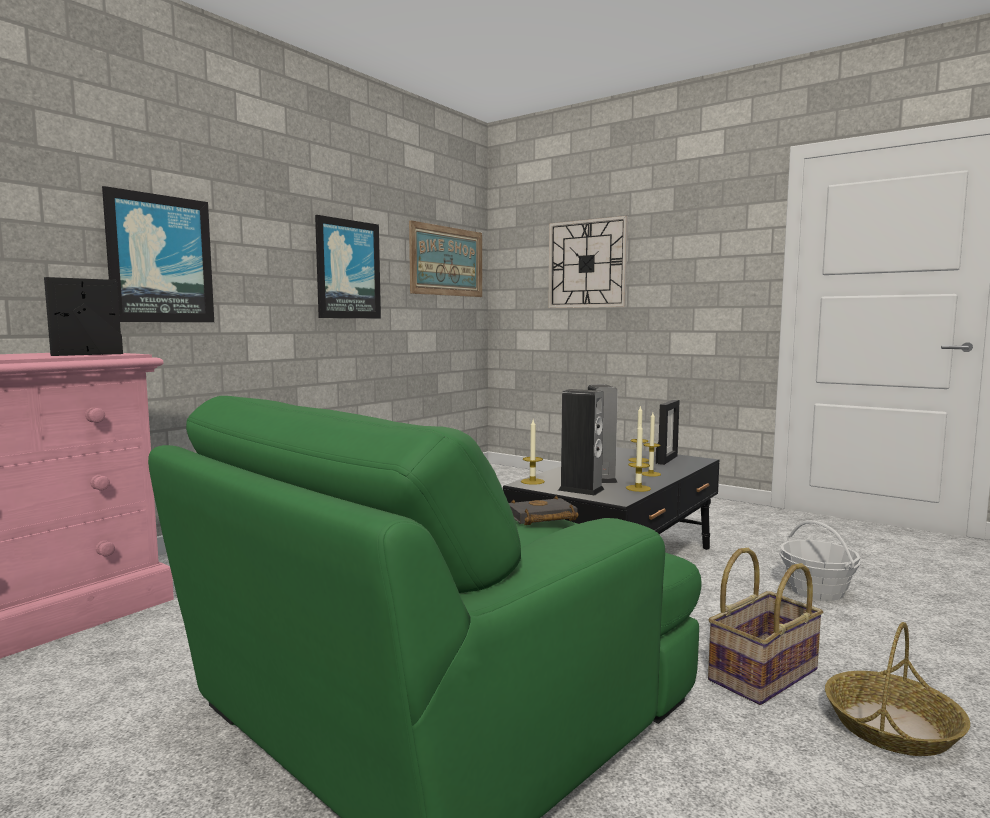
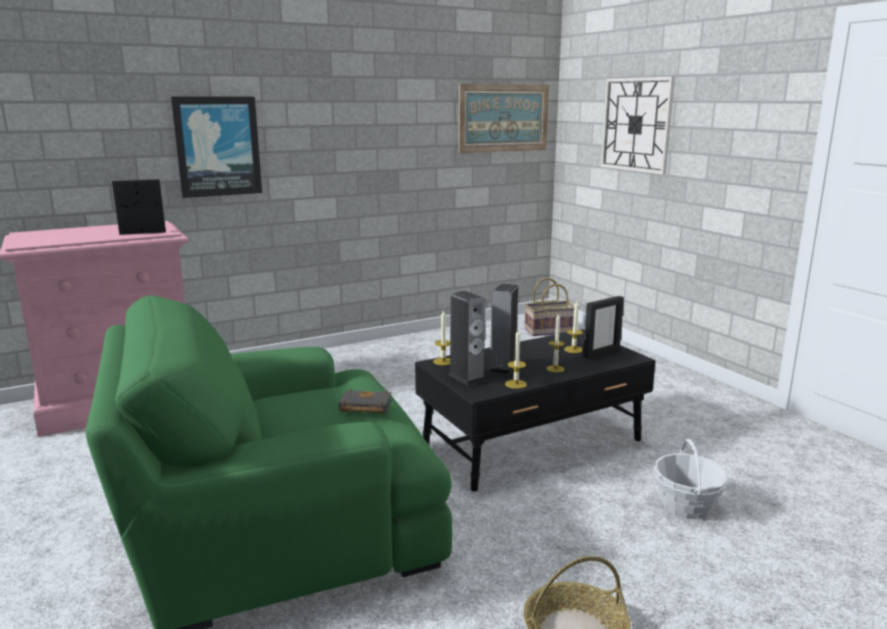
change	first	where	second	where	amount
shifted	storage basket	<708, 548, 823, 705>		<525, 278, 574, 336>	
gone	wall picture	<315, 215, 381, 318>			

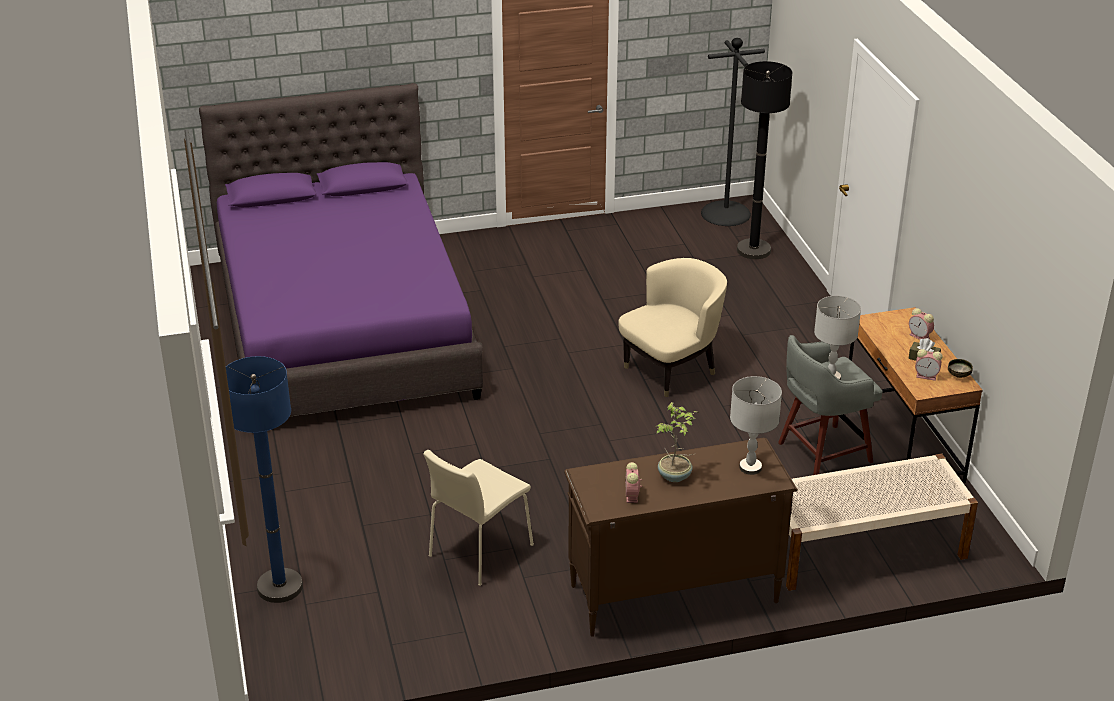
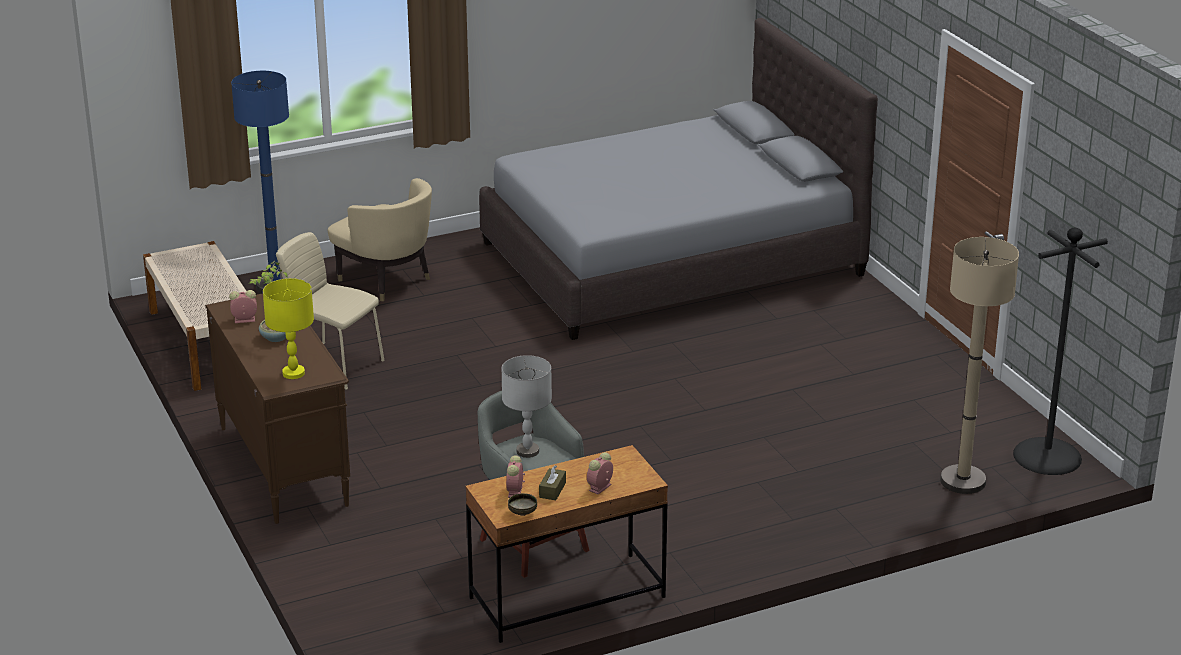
change	first	where	second	where	amount
shifted	sand-coloured long seat	<786, 454, 978, 591>		<143, 241, 247, 391>	
repainted	grey table lamp	<730, 376, 782, 475>	yellow-coloured table lamp	<263, 278, 314, 379>	
shifted	sand-coloured armchair	<618, 258, 727, 397>		<328, 178, 432, 301>	
repainted	purplish bedroom bed	<199, 83, 483, 416>	grey bedroom bed	<479, 18, 878, 340>	
repainted	blackish floor lamp	<737, 61, 792, 259>	sand-coloured floor lamp	<940, 237, 1019, 494>	

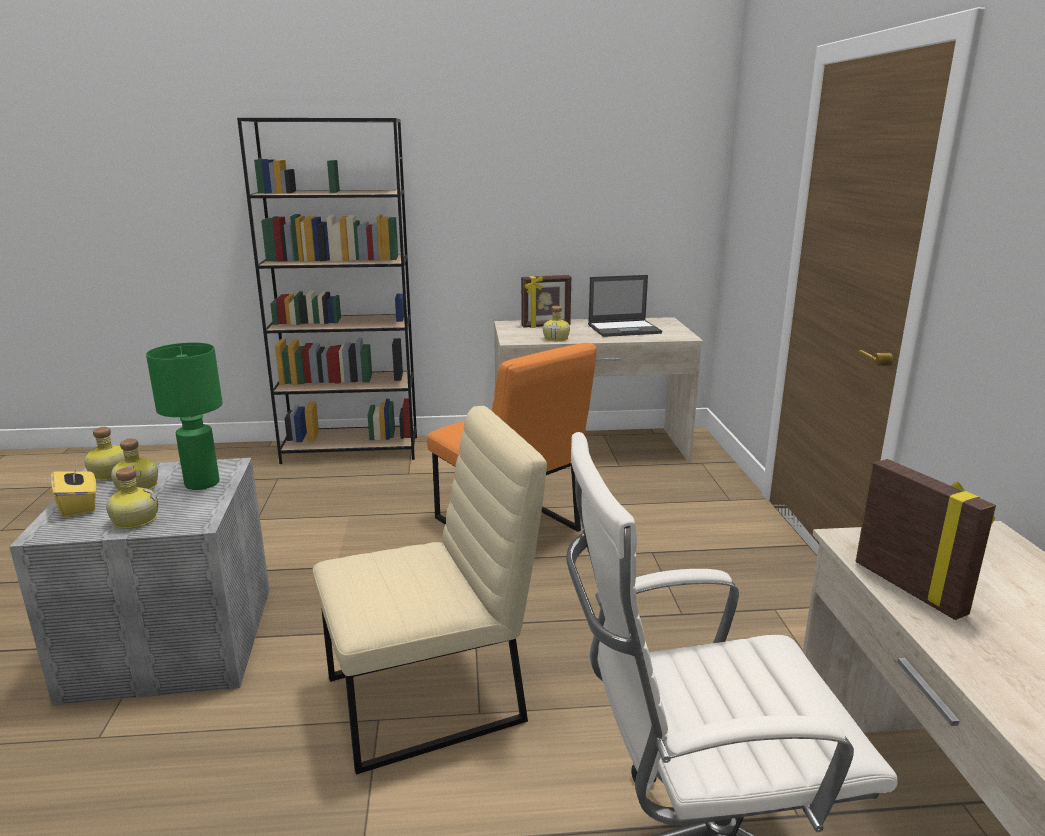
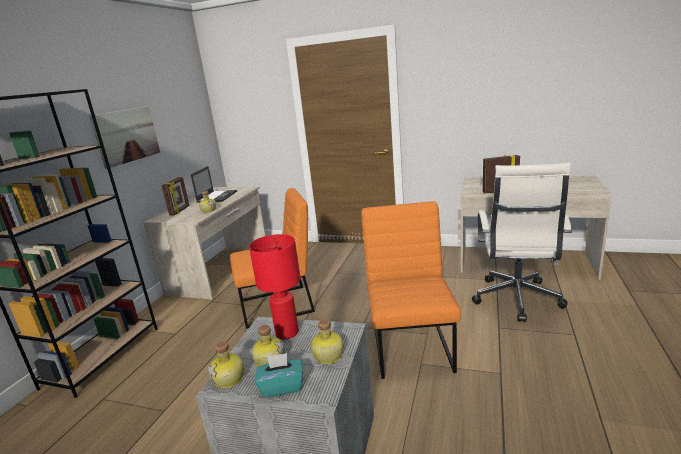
change	first	where	second	where	amount
new			wall picture	<89, 106, 160, 169>	
repainted	greenish table lamp	<146, 342, 223, 490>	red-coloured table lamp	<249, 234, 301, 339>	
repainted	yellow-coloured tissue holder	<51, 462, 97, 517>	turquoise-coloured tissue holder	<254, 353, 303, 398>	
repainted	sand-coloured plain chair	<313, 406, 547, 775>	orange plain chair	<361, 201, 461, 379>	

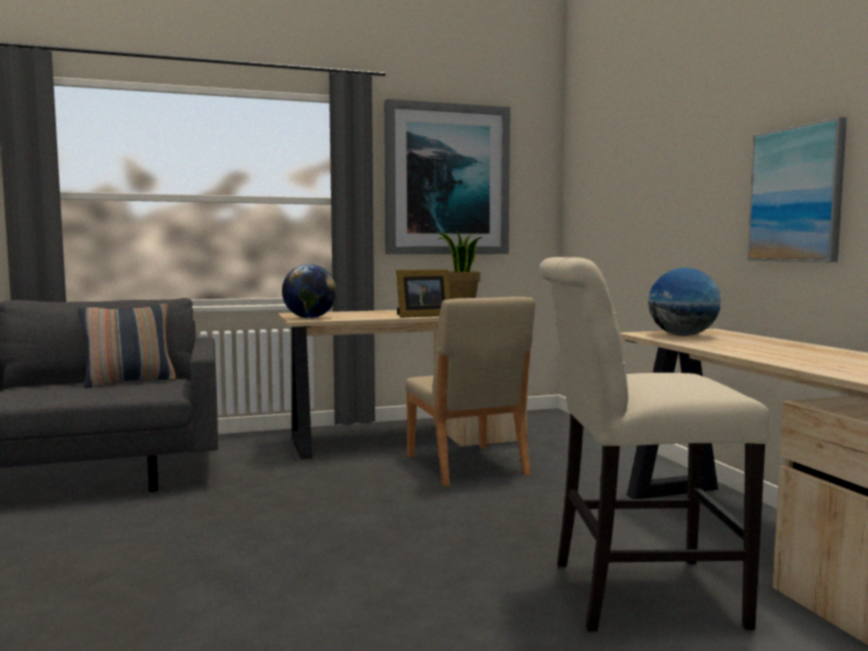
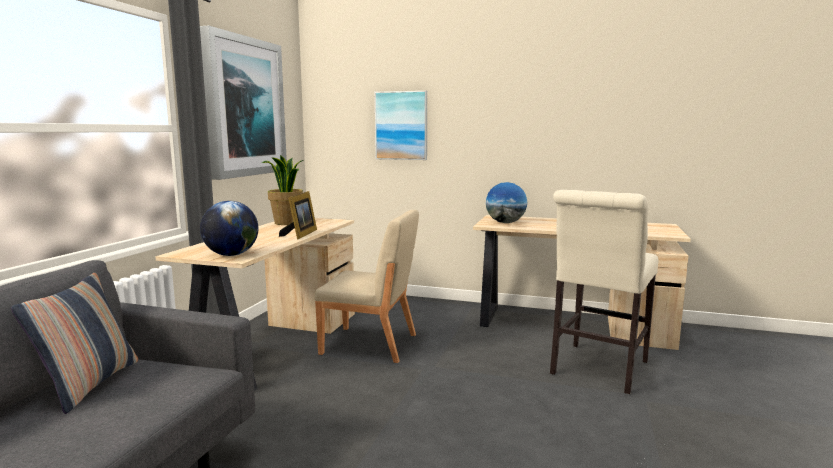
change	first	where	second	where	amount
shifted	wall picture	<747, 117, 847, 262>		<375, 91, 427, 160>	

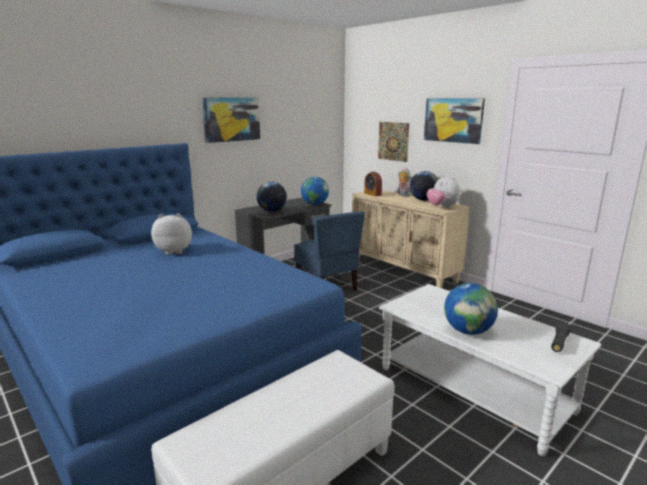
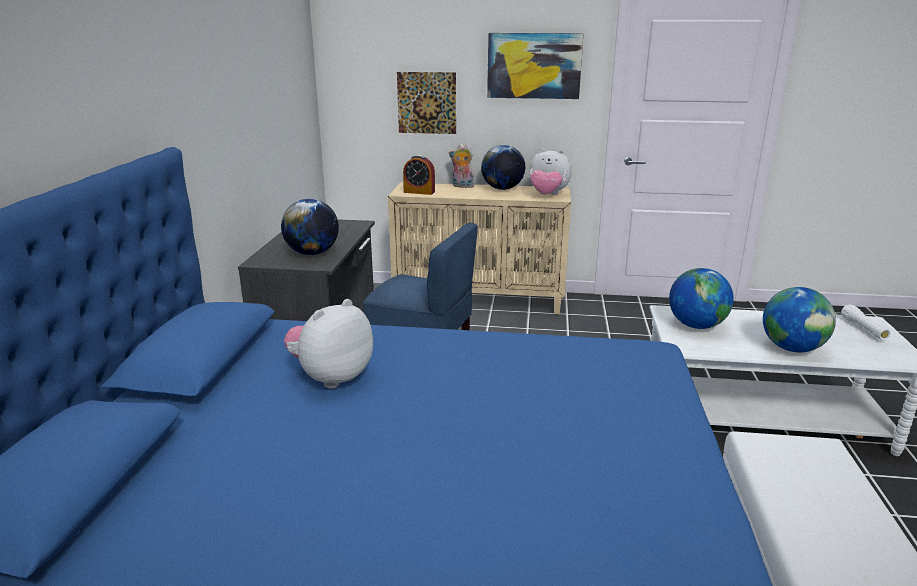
change	first	where	second	where	amount
shifted	world globe	<301, 177, 329, 205>		<669, 268, 734, 329>	
repainted	blackish flashlight	<551, 322, 571, 352>	whitish flashlight	<841, 305, 890, 340>	
gone	wall picture	<202, 98, 260, 143>			

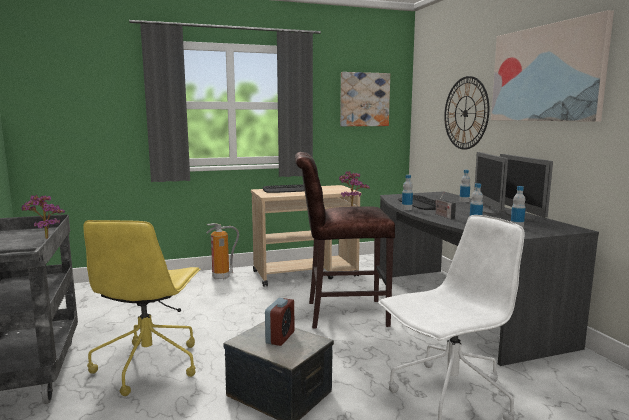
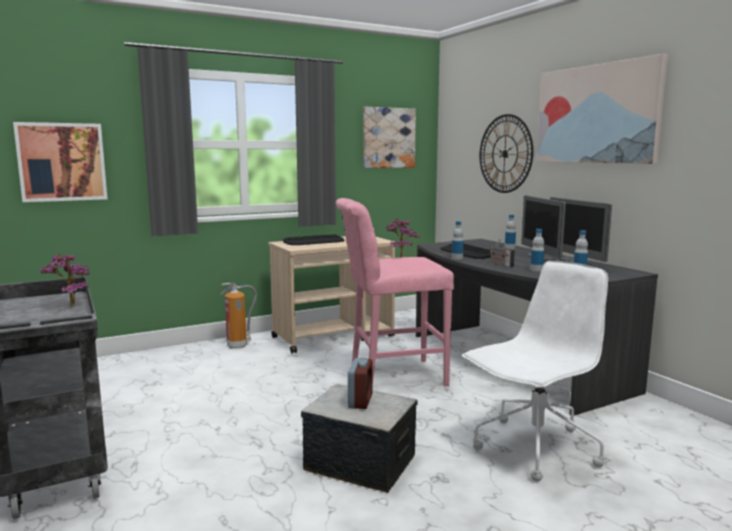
change	first	where	second	where	amount
new			wall picture	<13, 122, 107, 202>	
repainted	brown stool	<295, 152, 395, 329>	pinkish stool	<336, 198, 454, 386>	
gone	yellow-coloured computer chair	<83, 220, 201, 396>			

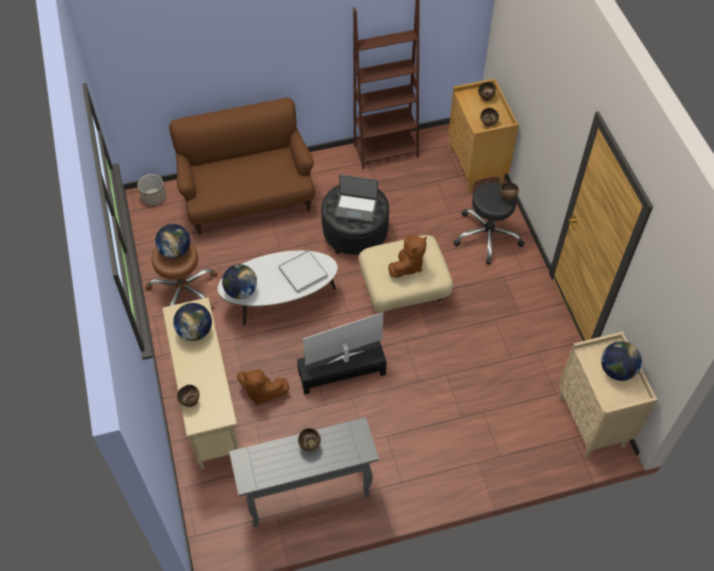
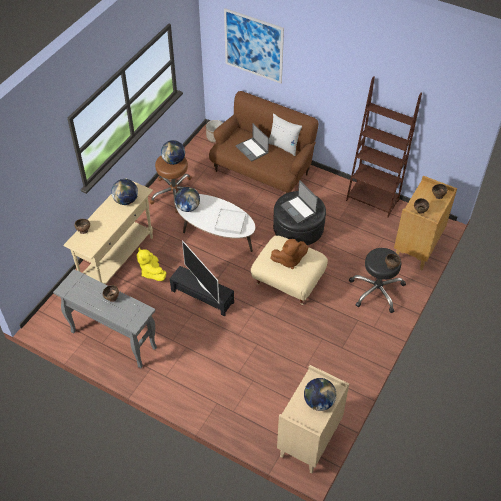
change	first	where	second	where	amount
repainted	brown plush toy	<237, 369, 290, 405>	yellow-coloured plush toy	<137, 248, 166, 281>	
rotated	TV set	<303, 312, 383, 365>		<182, 240, 219, 303>	150 degrees counterclockwise
new			wall picture	<224, 8, 284, 84>	
new			laptop	<236, 123, 269, 162>	
new			grey pillow	<269, 113, 302, 156>	

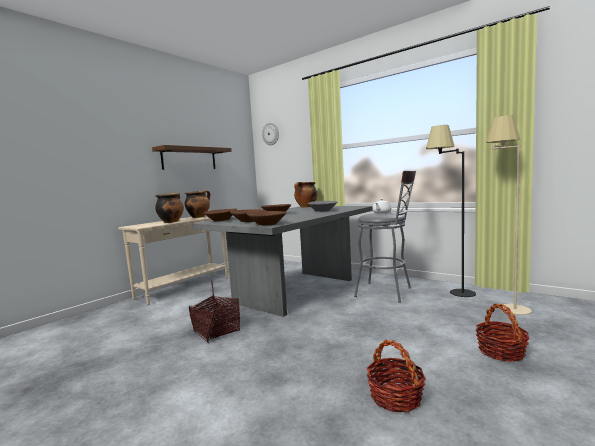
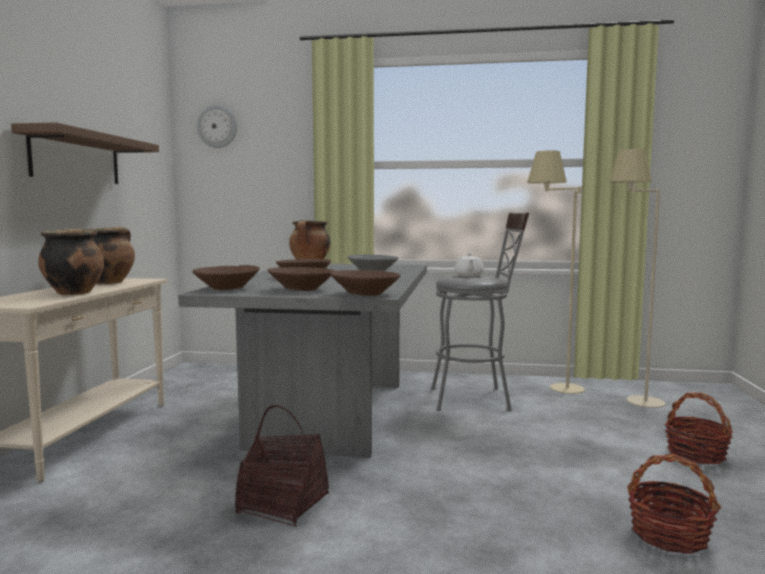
change	first	where	second	where	amount
repainted	blackish floor lamp	<426, 125, 476, 297>	sand-coloured floor lamp	<527, 150, 585, 394>	

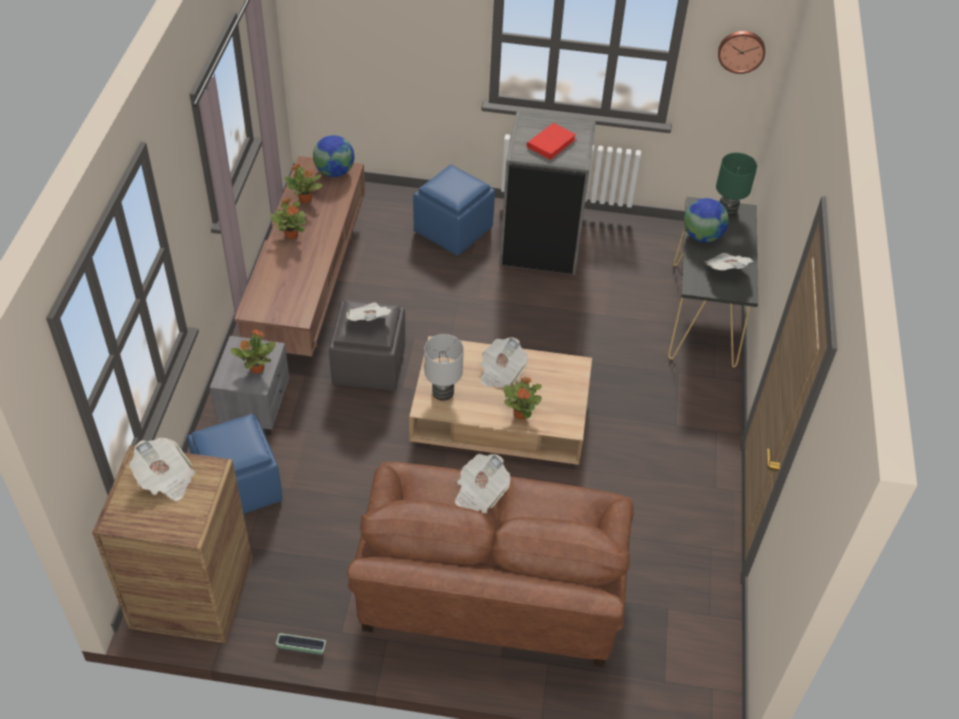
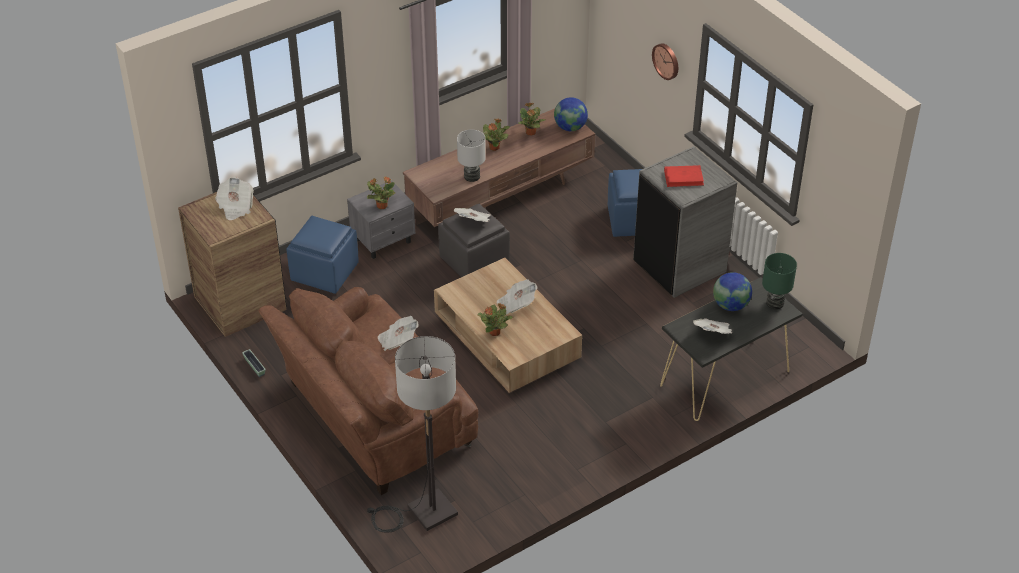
change	first	where	second	where	amount
new			floor lamp	<367, 336, 458, 532>	
shifted	grey table lamp	<424, 334, 464, 401>		<457, 129, 486, 182>	
shifted	clock on the wall	<718, 31, 765, 74>		<652, 43, 678, 80>	

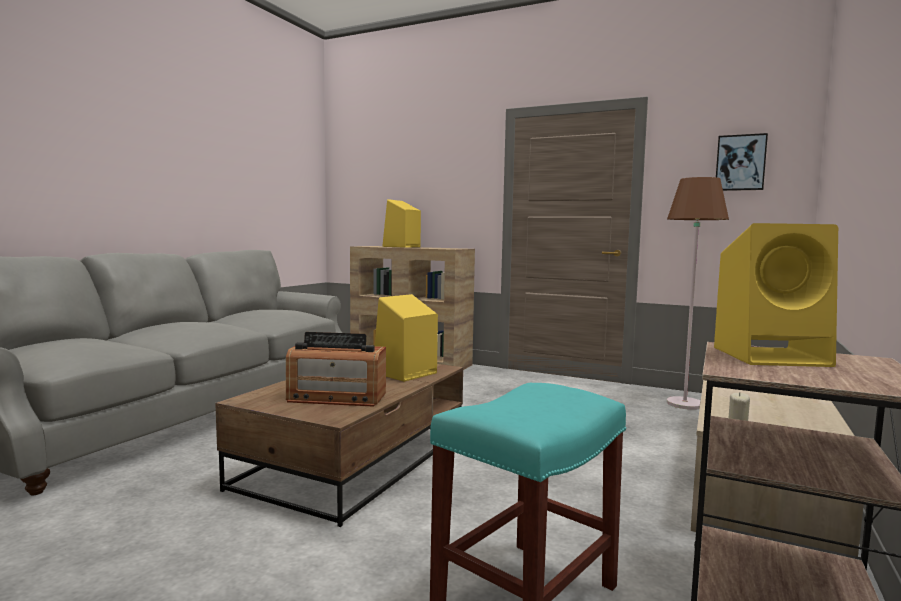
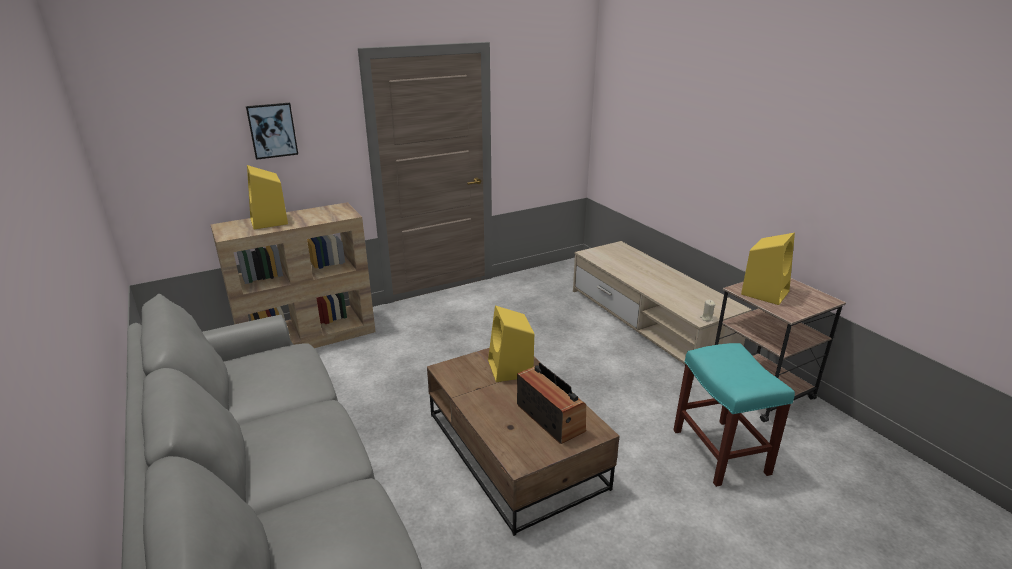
change	first	where	second	where	amount
shifted	wall picture	<716, 133, 768, 191>		<246, 103, 298, 160>	
rotated	radio set	<286, 332, 386, 407>		<517, 362, 586, 444>	75 degrees counterclockwise
gone	brown floor lamp	<667, 177, 729, 410>			

